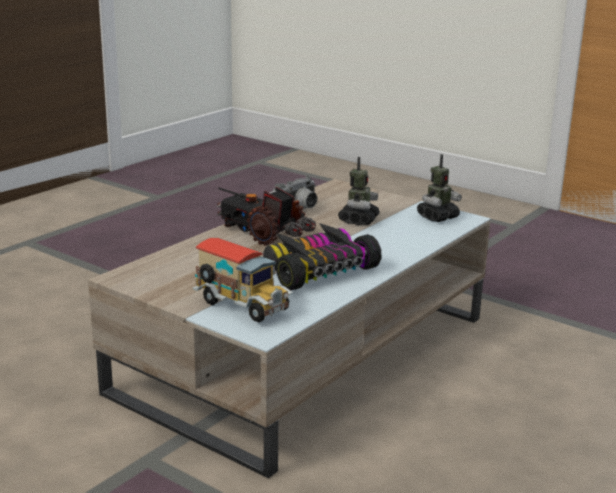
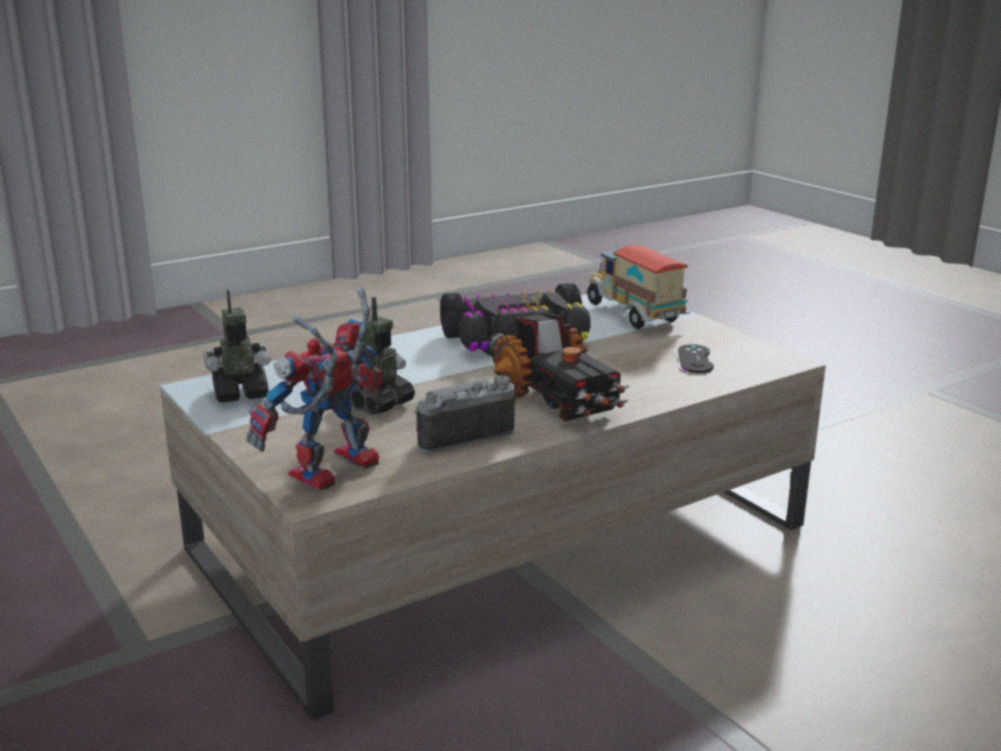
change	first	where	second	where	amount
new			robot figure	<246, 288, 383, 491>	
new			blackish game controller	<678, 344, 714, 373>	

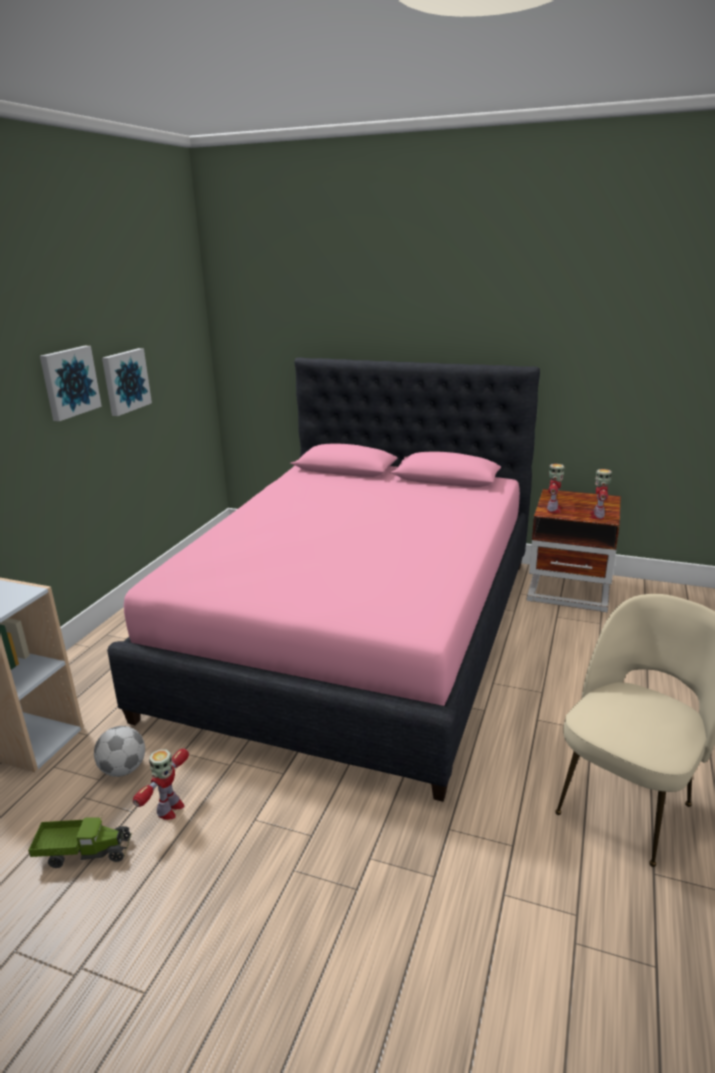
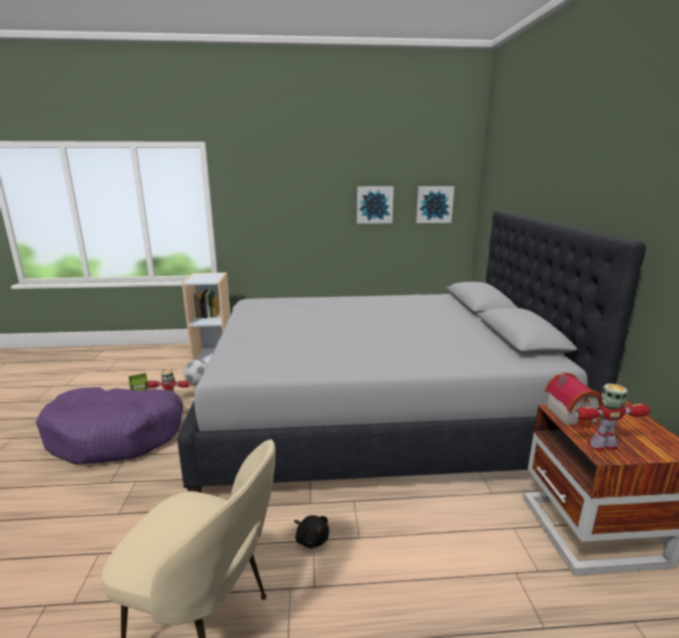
change	first	where	second	where	amount
new			purplish dog cushion	<36, 387, 183, 464>	
repainted	pinkish bedroom bed	<107, 357, 540, 802>	grey bedroom bed	<177, 210, 646, 493>	
new			blackish plush toy	<294, 515, 329, 548>	
shifted	wall picture	<40, 346, 102, 421>		<416, 186, 454, 223>	
swapped	robot figure	<547, 464, 565, 513>	toy house	<545, 372, 603, 429>	

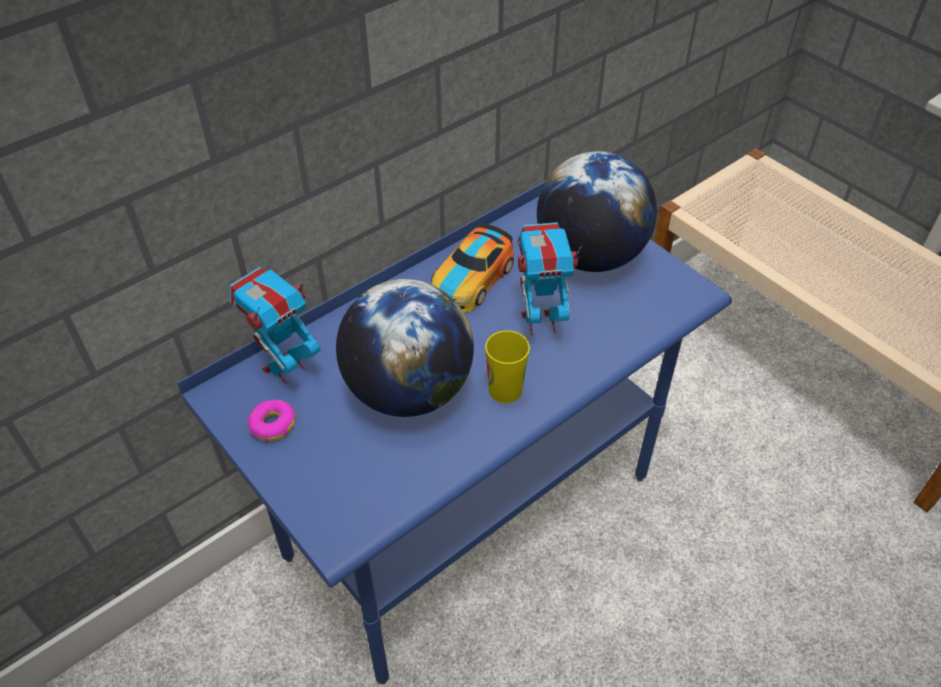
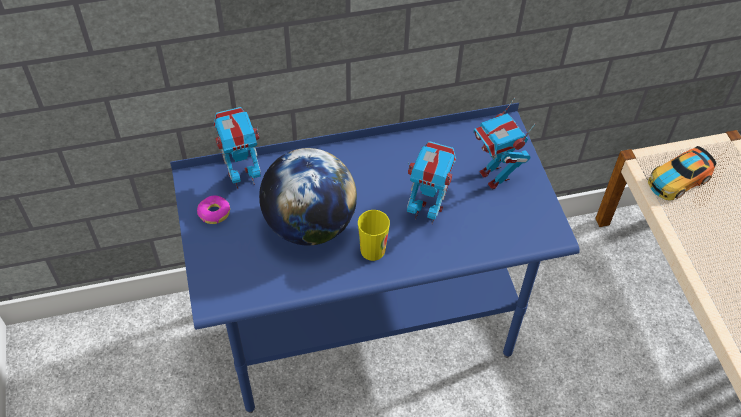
change	first	where	second	where	amount
swapped	world globe	<537, 151, 657, 272>	robot figure	<473, 98, 536, 190>	
shifted	miniature car	<431, 223, 514, 313>		<648, 146, 716, 201>	

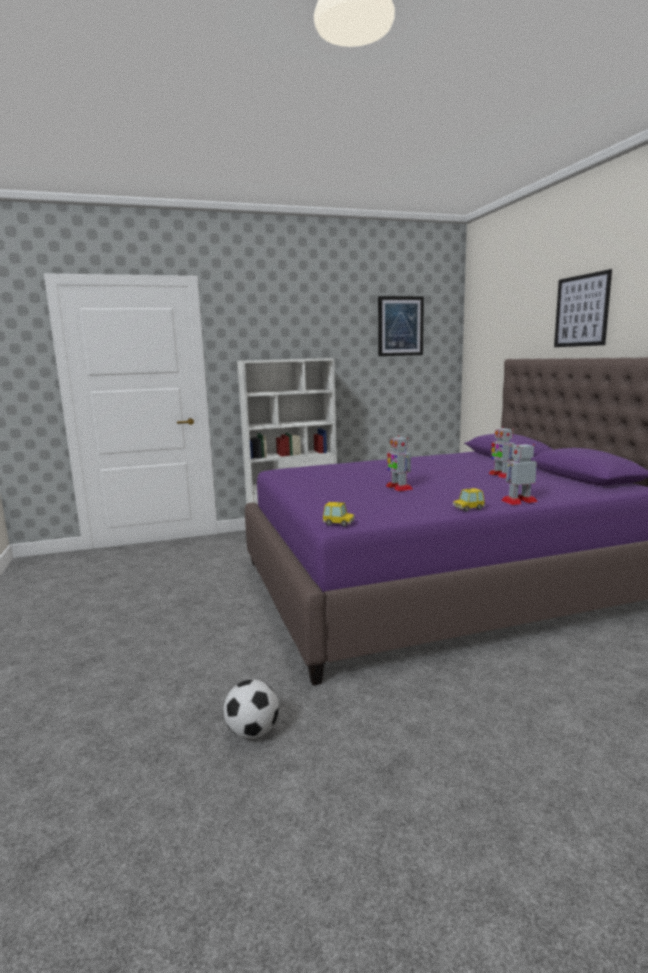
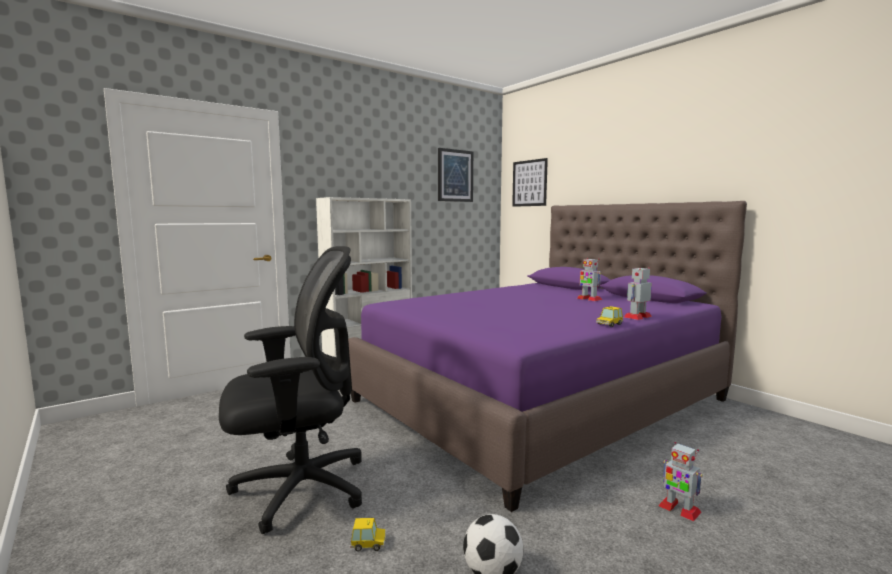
change	first	where	second	where	amount
new			blackish computer chair	<219, 246, 362, 534>	
shifted	miniature car	<322, 502, 355, 527>		<351, 518, 386, 552>	
shifted	wall picture	<554, 269, 612, 347>		<512, 158, 548, 207>	
shifted	robot figure	<386, 436, 413, 492>		<658, 442, 702, 521>	

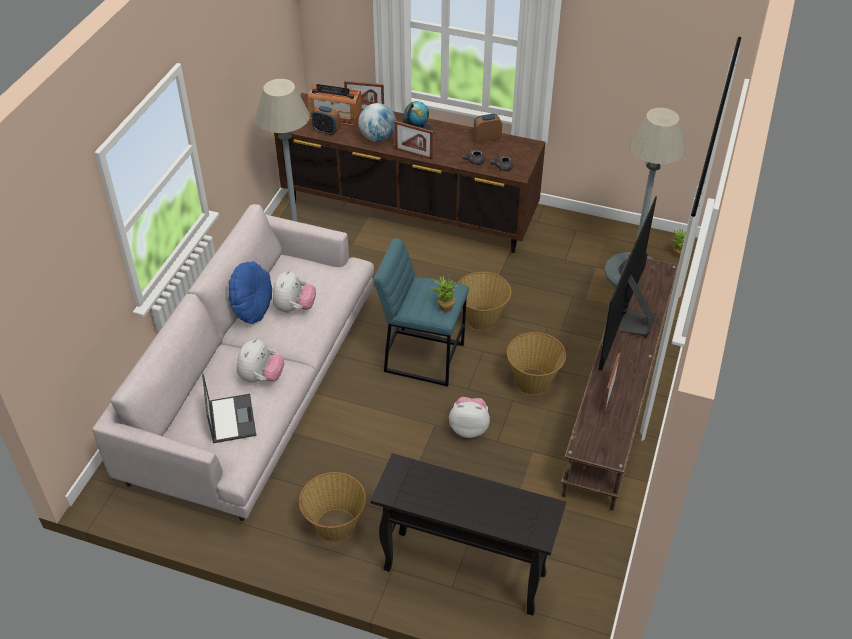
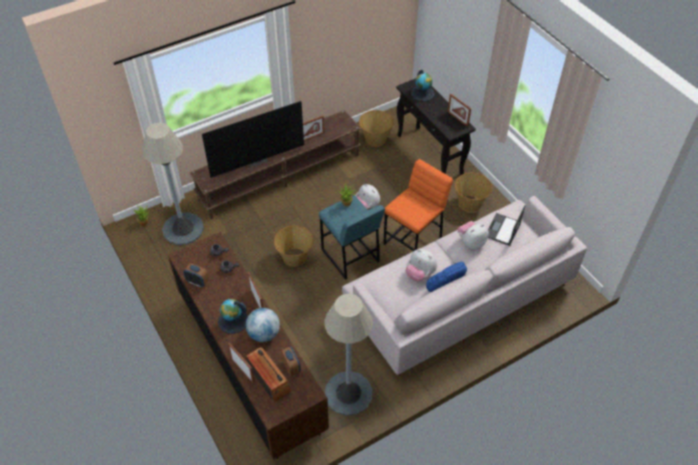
change	first	where	second	where	amount
shifted	storage basket	<507, 332, 566, 395>		<359, 110, 394, 147>	
new			orange stool	<383, 159, 453, 251>	
rotated	plush toy	<273, 270, 316, 313>		<406, 249, 437, 281>	105 degrees counterclockwise
new			world globe	<411, 70, 435, 101>	
new			photo frame	<448, 94, 471, 127>	

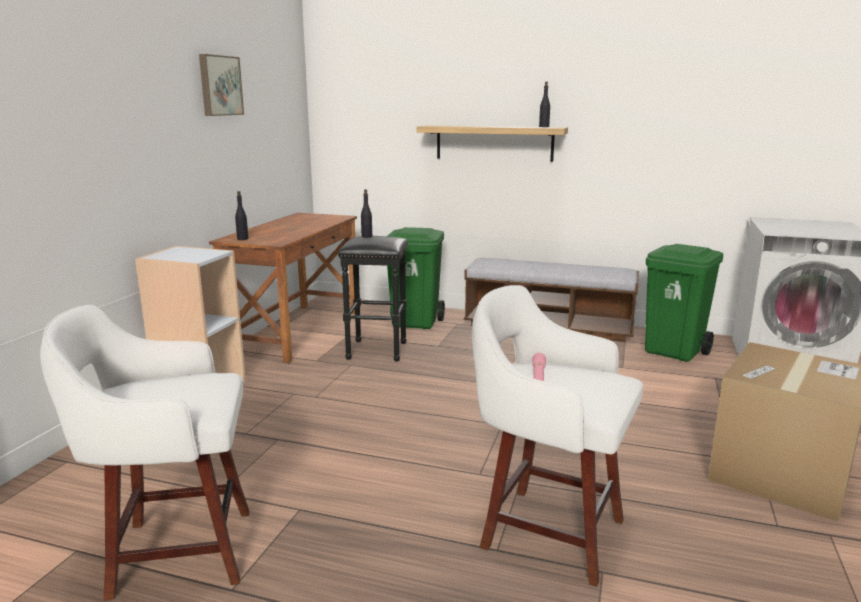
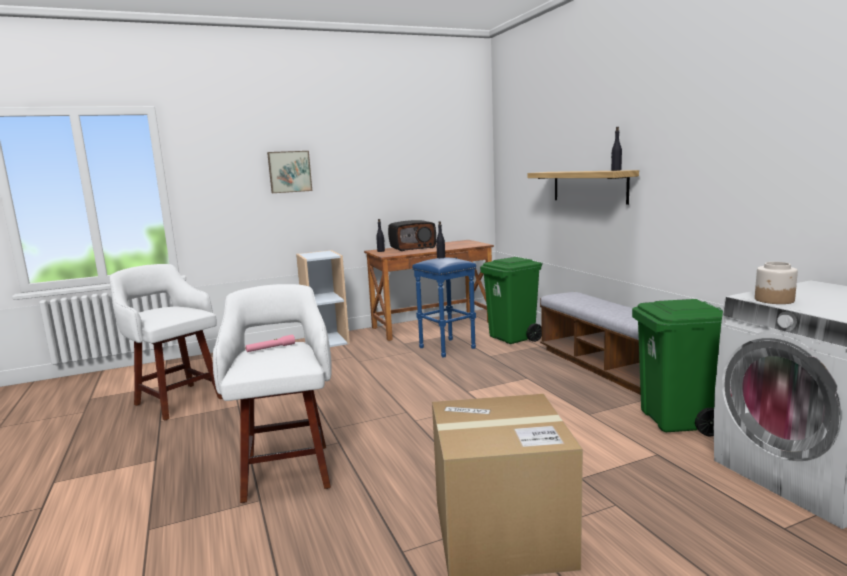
change	first	where	second	where	amount
shifted	wall picture	<199, 54, 244, 116>		<267, 151, 312, 193>	
new			radio set	<388, 220, 436, 251>	
repainted	blackish stool	<338, 236, 408, 362>	blue-coloured stool	<412, 258, 476, 357>	
new			jar	<755, 262, 798, 304>	

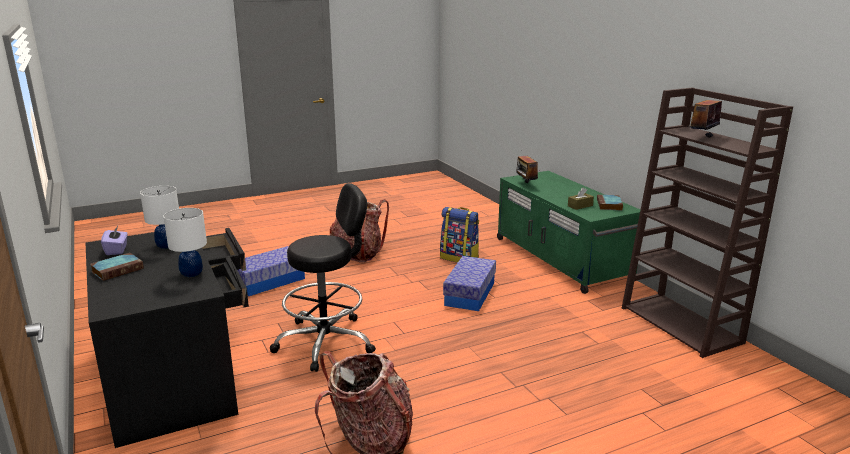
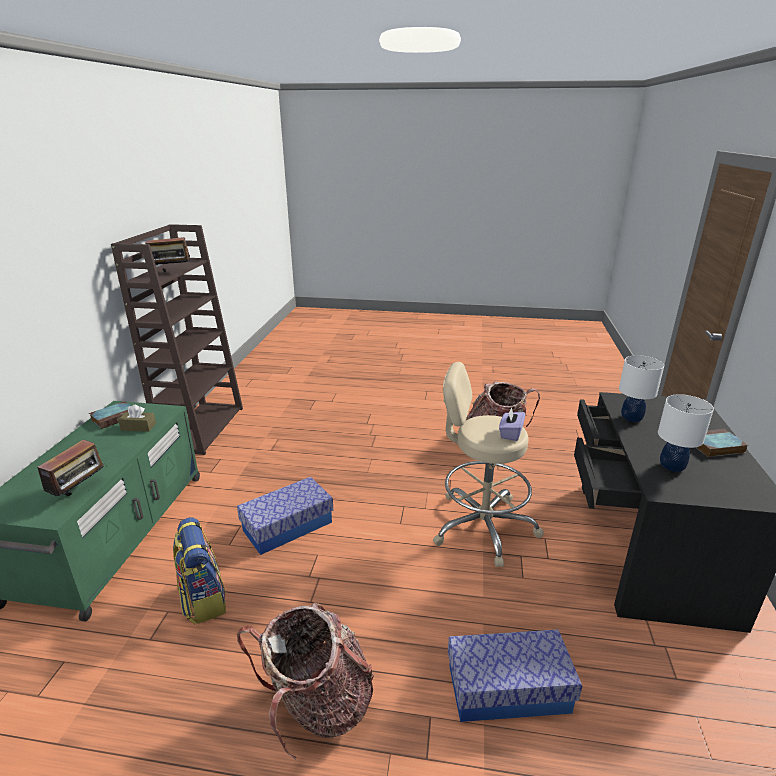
change	first	where	second	where	amount
repainted	blackish stool	<270, 183, 376, 372>	sand-coloured stool	<433, 362, 544, 567>	
shifted	purplish tissue holder	<101, 226, 128, 255>		<499, 407, 525, 441>	

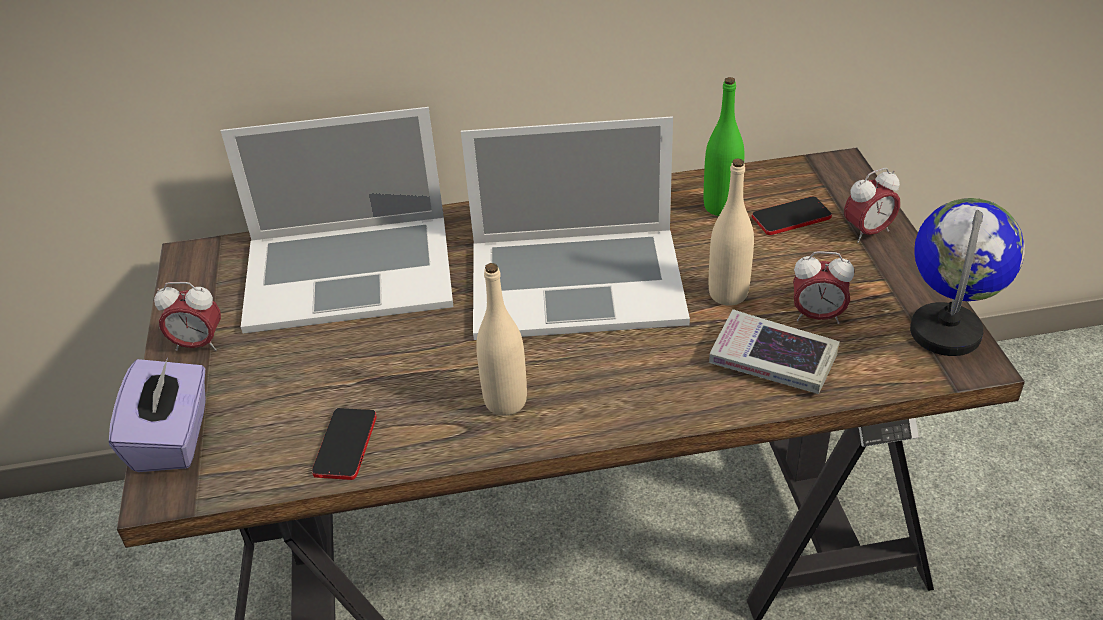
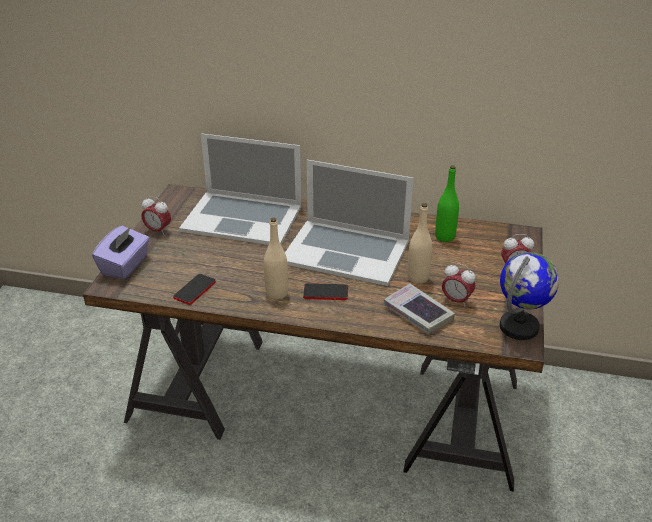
change	first	where	second	where	amount
shifted	handset	<752, 197, 832, 235>		<303, 283, 348, 300>	

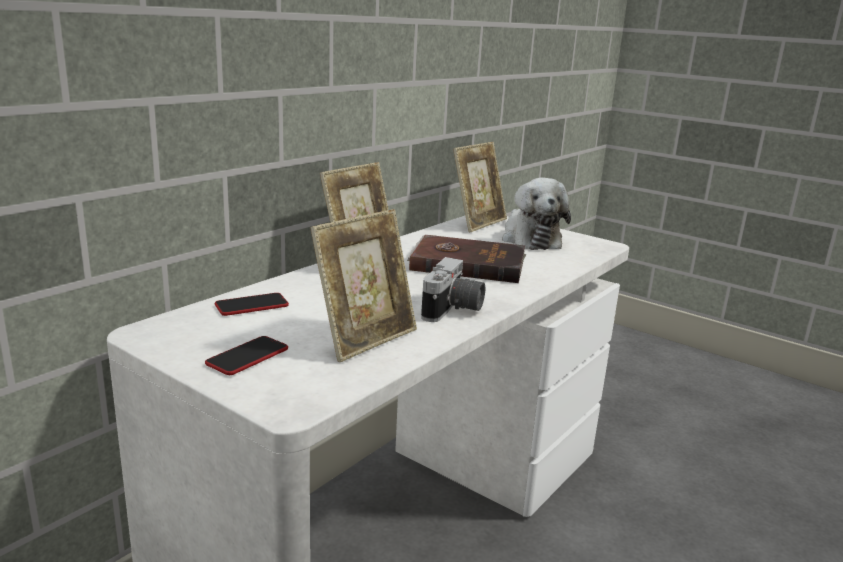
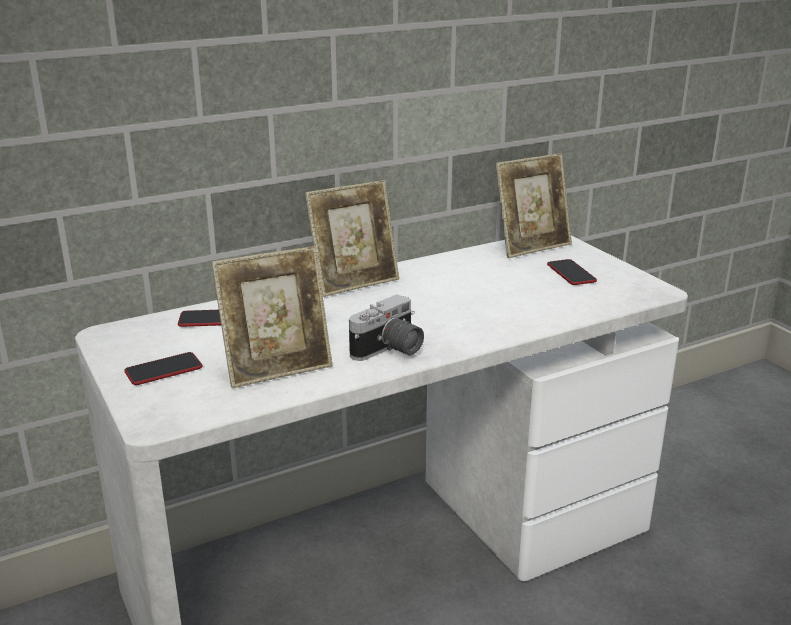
change	first	where	second	where	amount
swapped	plush toy	<502, 177, 571, 250>	handset	<547, 259, 597, 285>	
gone	brown volume	<407, 235, 526, 283>			

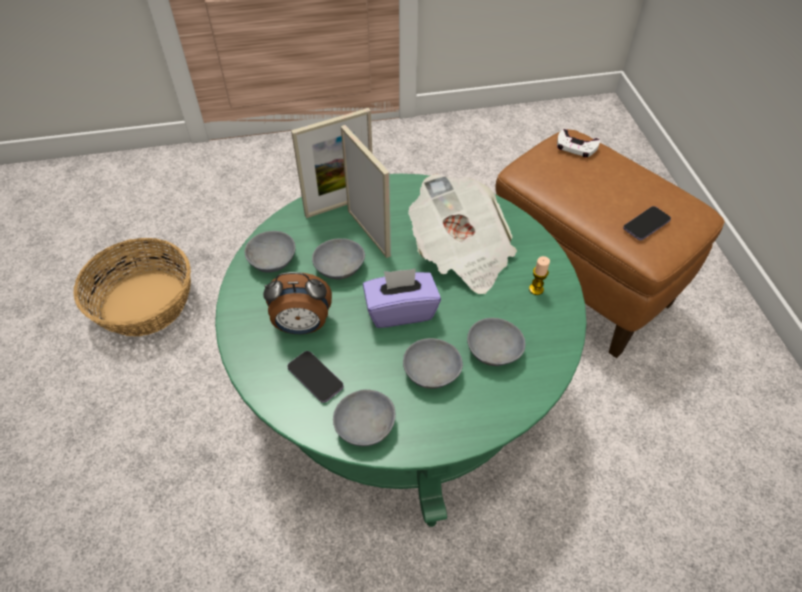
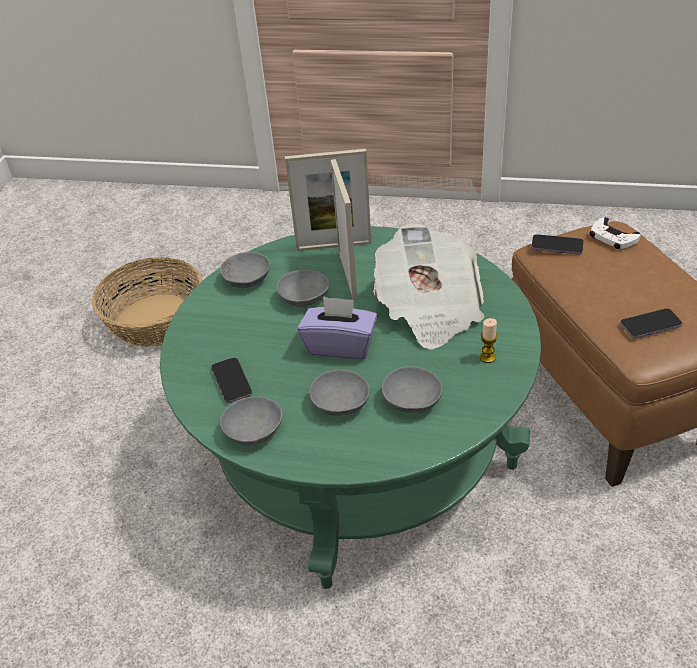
change	first	where	second	where	amount
new			handset	<531, 234, 584, 255>	
gone	bedside clock	<263, 272, 332, 334>			

